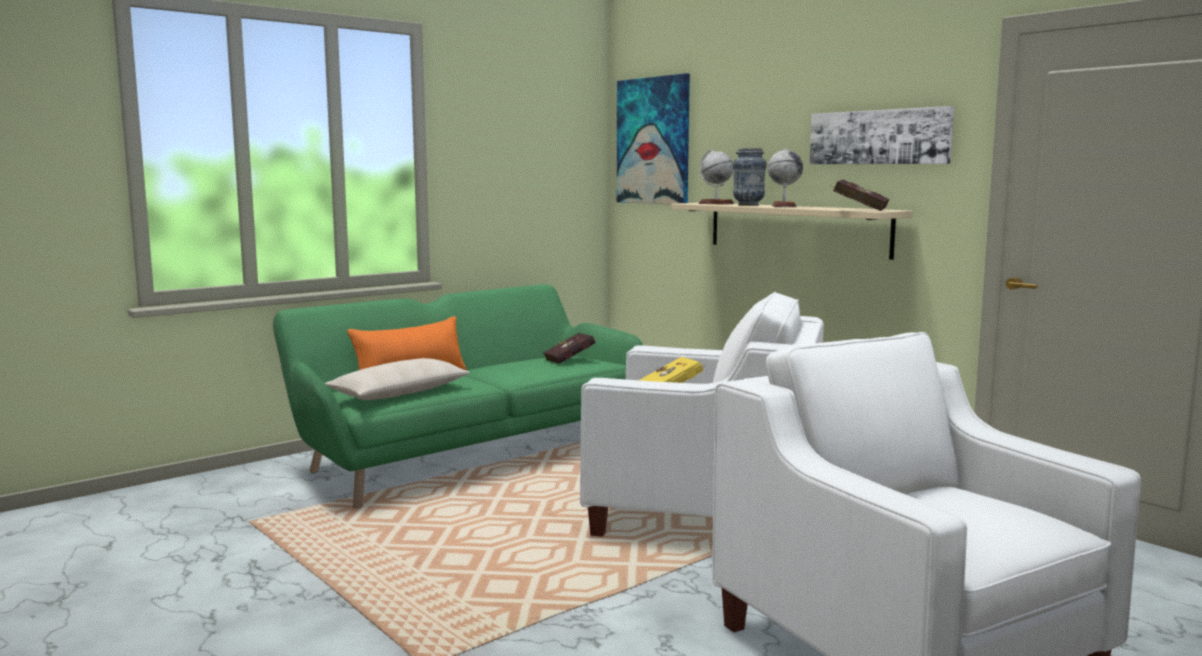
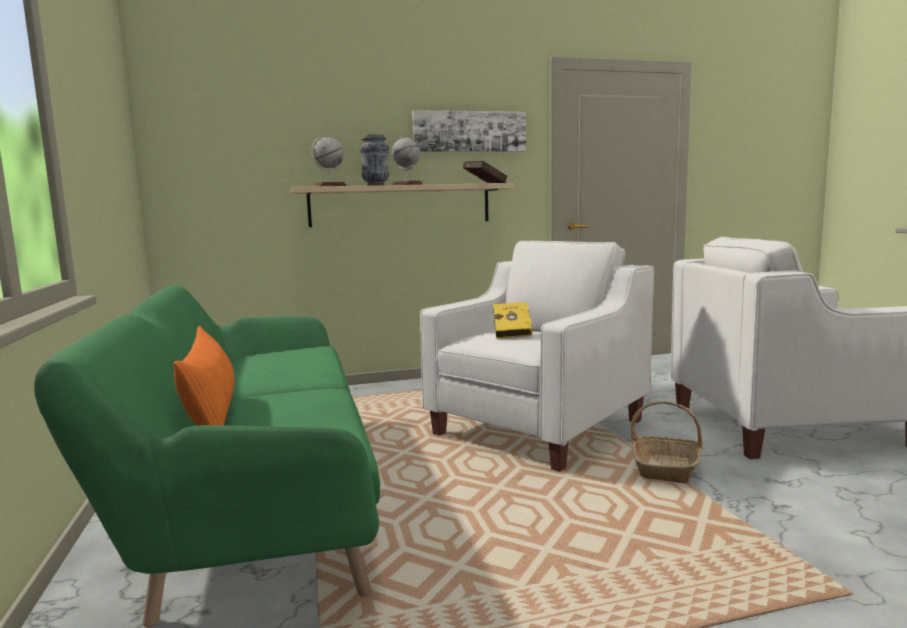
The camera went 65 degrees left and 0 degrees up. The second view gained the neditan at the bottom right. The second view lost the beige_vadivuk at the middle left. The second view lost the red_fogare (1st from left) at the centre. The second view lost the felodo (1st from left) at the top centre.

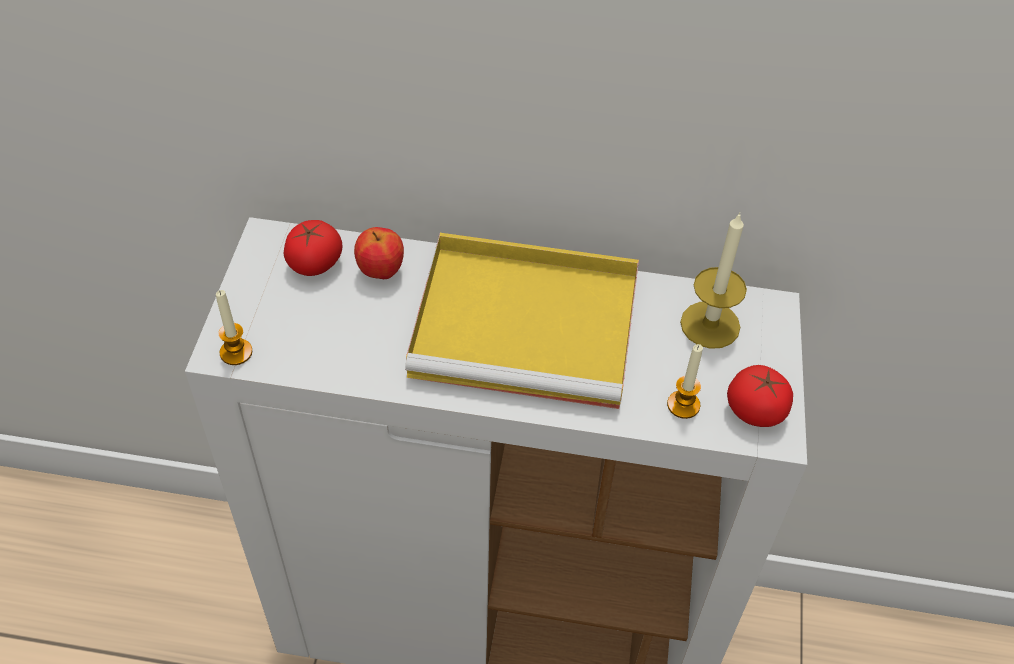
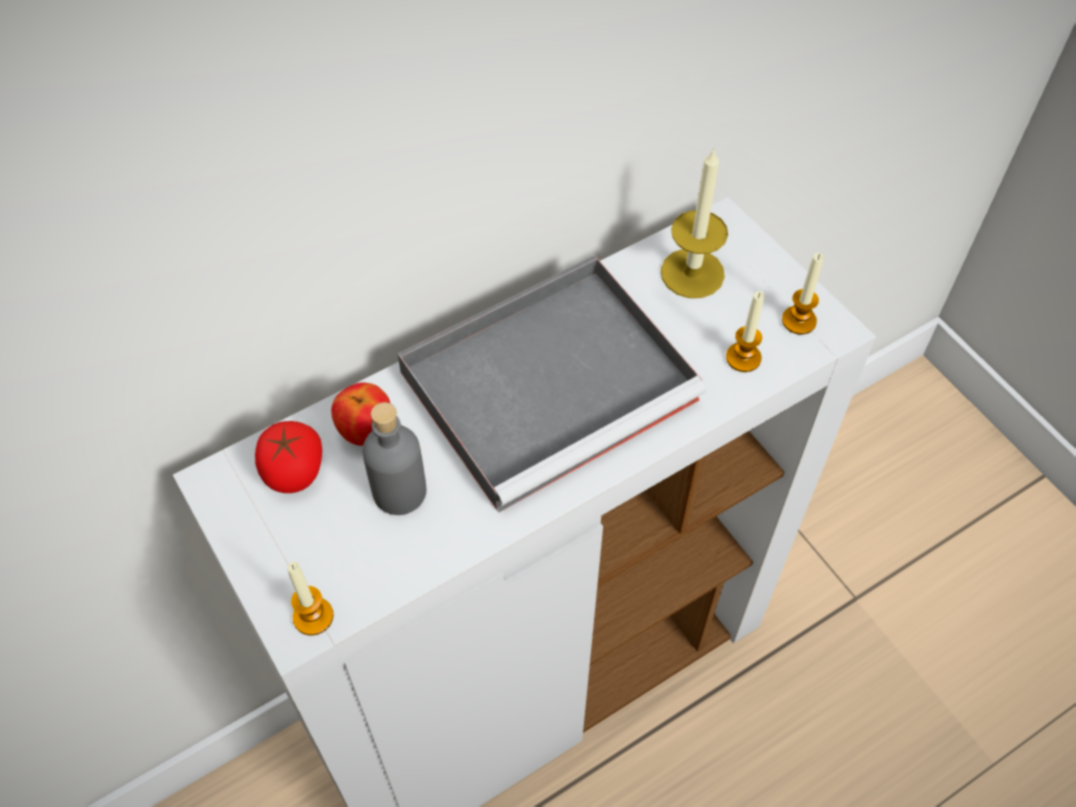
The camera went 40 degrees left and 5 degrees up. The second view gained the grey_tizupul at the centre. What was the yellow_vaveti at the centre turned into the grey_vaveti at the centre. Where the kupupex (2nd from left) stood at the middle right, the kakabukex (4th from left) came to stand at the middle right.

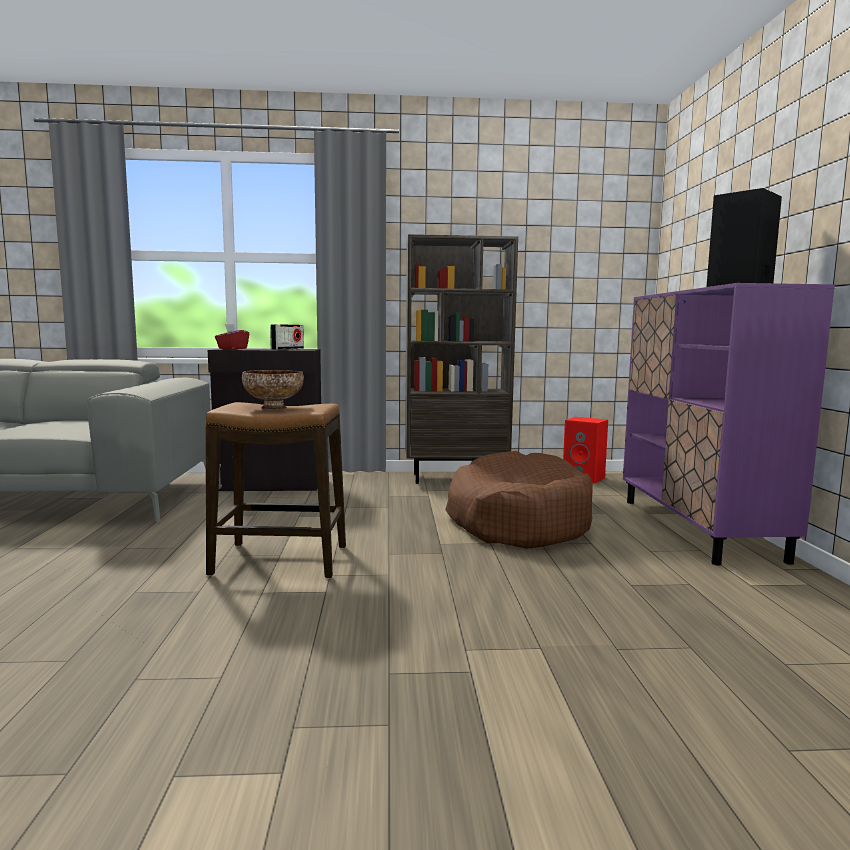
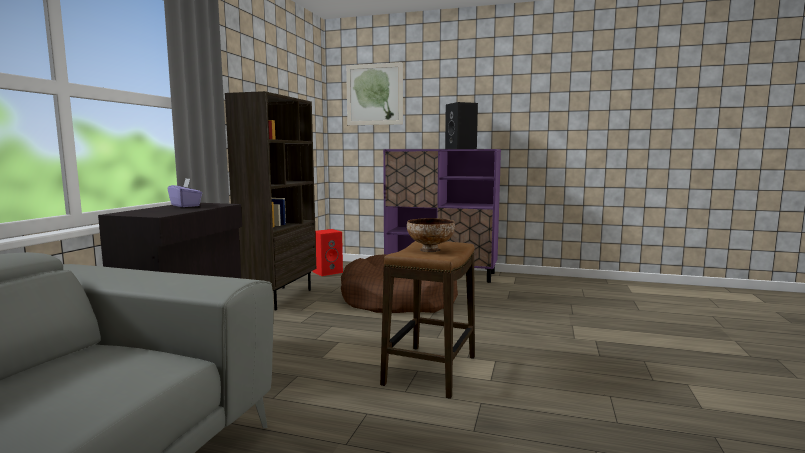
The camera went 70 degrees left and 0 degrees up. Where the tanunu stood at the centre, the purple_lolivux came to stand at the middle left. The second view gained the felodo at the top centre. The second view lost the red_lolivux at the middle left.

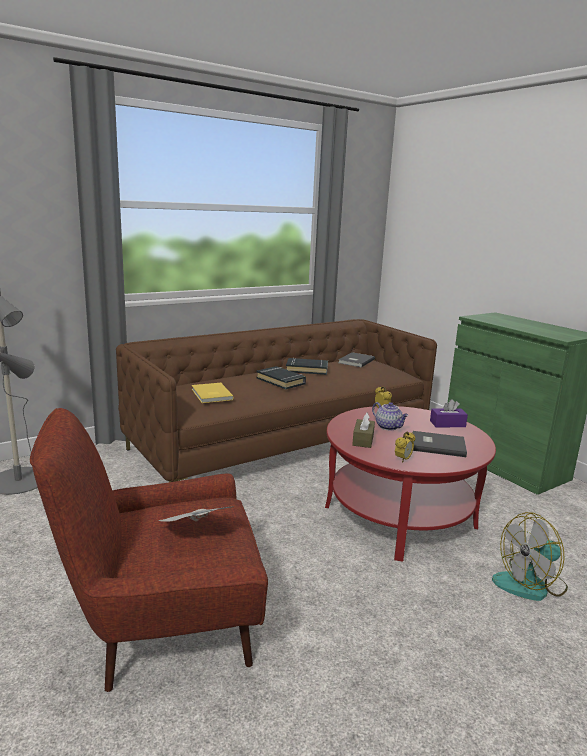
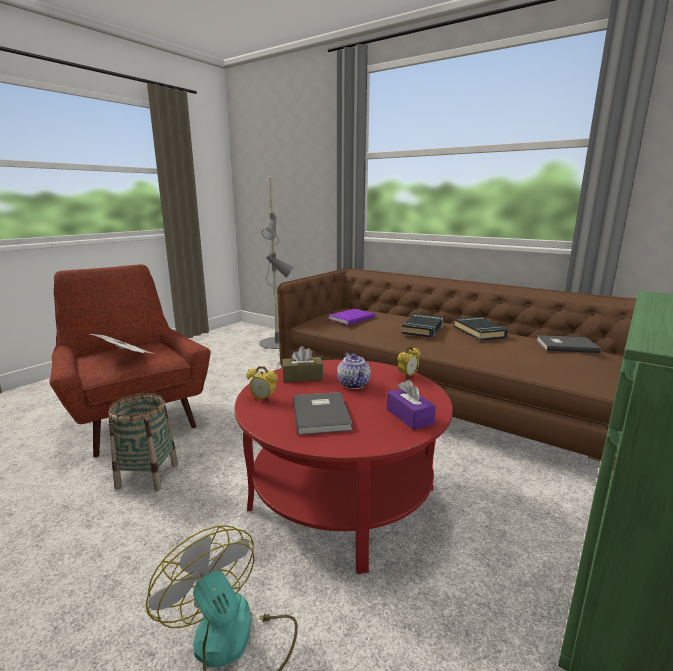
The camera went 70 degrees right and 0 degrees up. The second view gained the neditan at the middle left. What was the yellow_fogare at the centre turned into the purple_fogare at the centre. The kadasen at the centre ended up facing another way, 45 degrees counterclockwise from before.

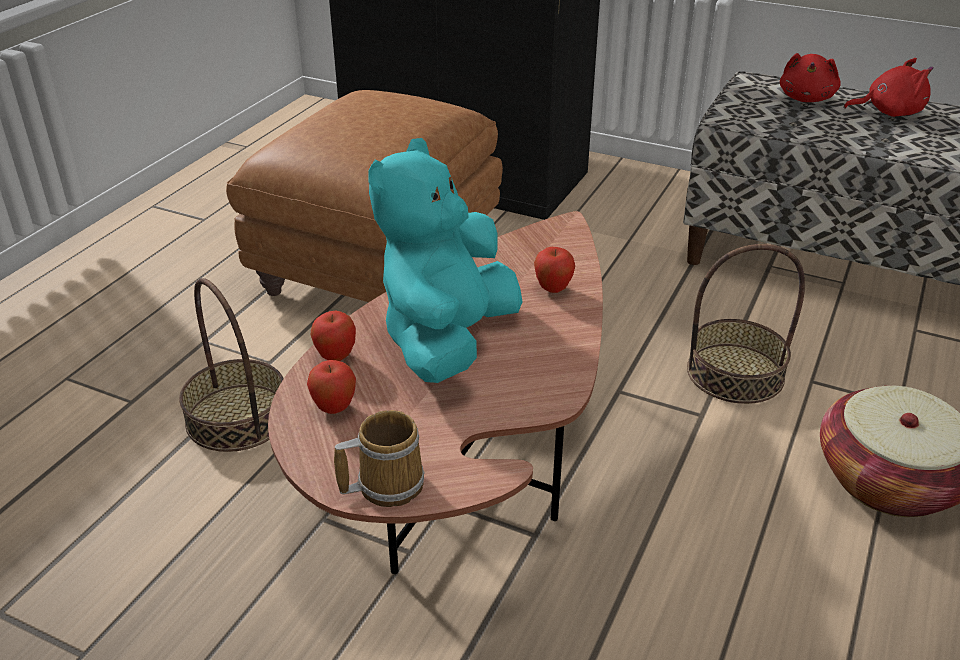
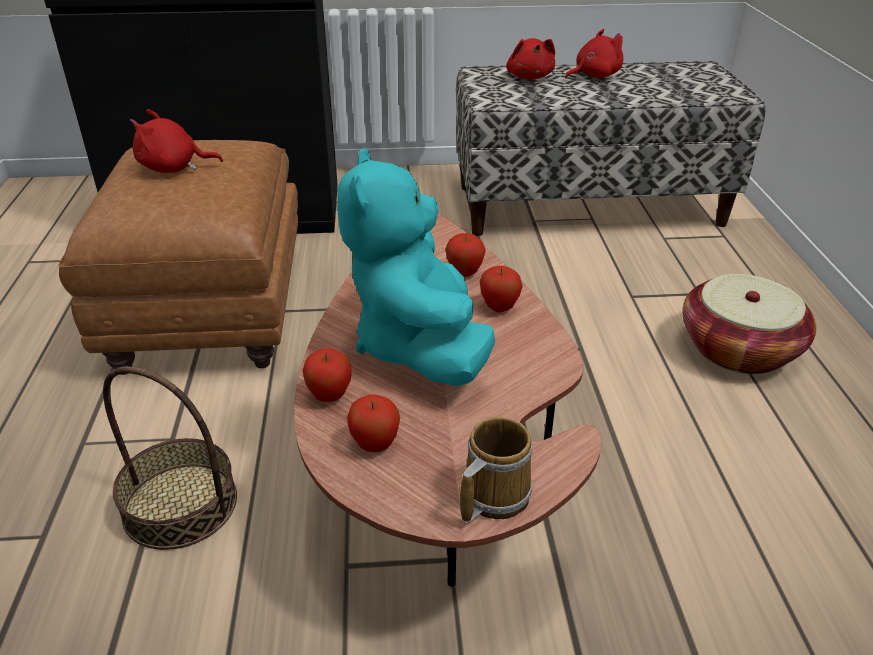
The camera went 30 degrees left and 0 degrees up. The second view gained the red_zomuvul (1st from left) at the top left. The second view gained the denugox (4th from left) at the centre. The second view lost the neditan (2nd from left) at the middle right.

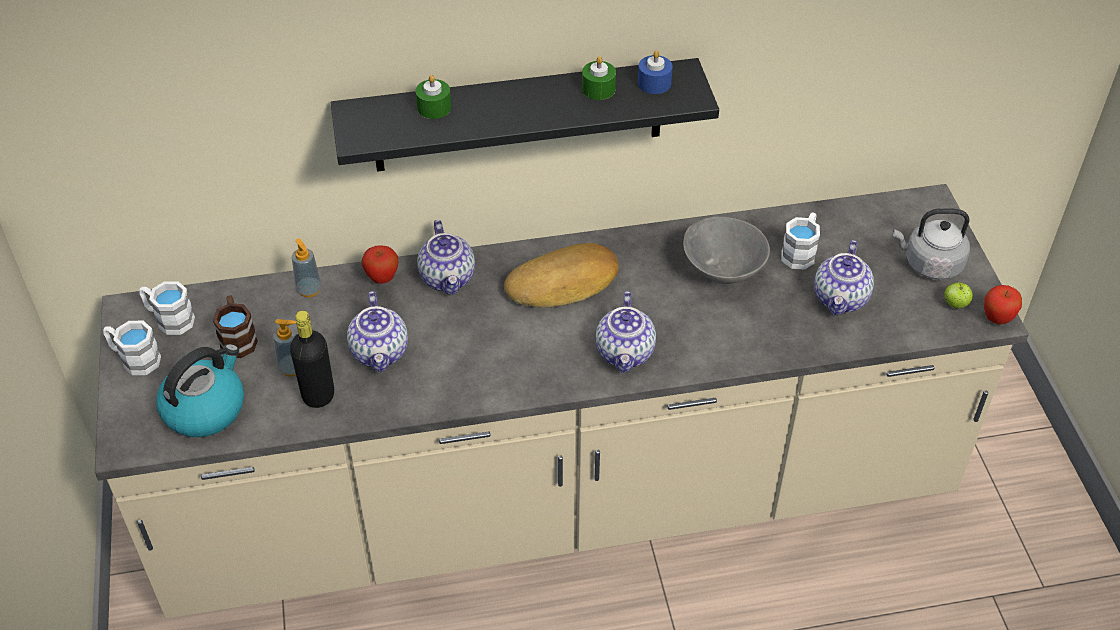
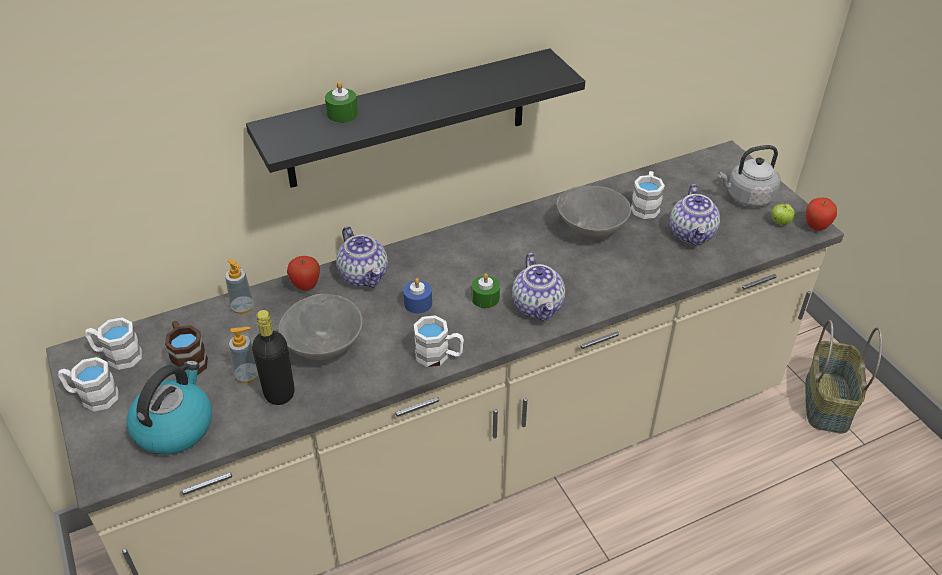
The camera went 15 degrees left and 5 degrees down. Where the kadasen (1st from left) stood at the centre, the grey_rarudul (1st from left) came to stand at the centre. The blue_kakabukex ended up elsewhere, having gone from the top centre to the centre. The second view gained the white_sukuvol (3rd from left) at the centre. The green_kakabukex (2nd from left) ended up elsewhere, having gone from the top centre to the centre. The second view gained the neditan at the middle right. The second view lost the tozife at the centre.

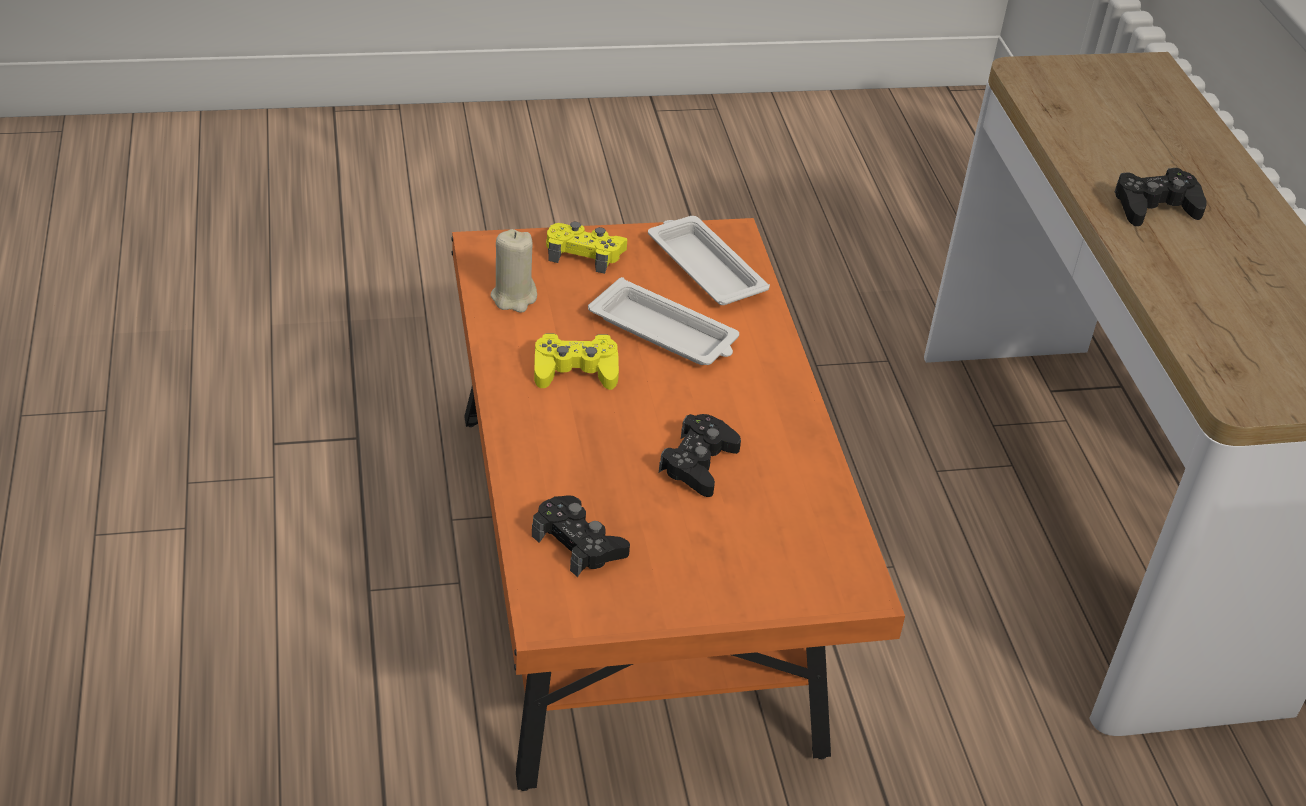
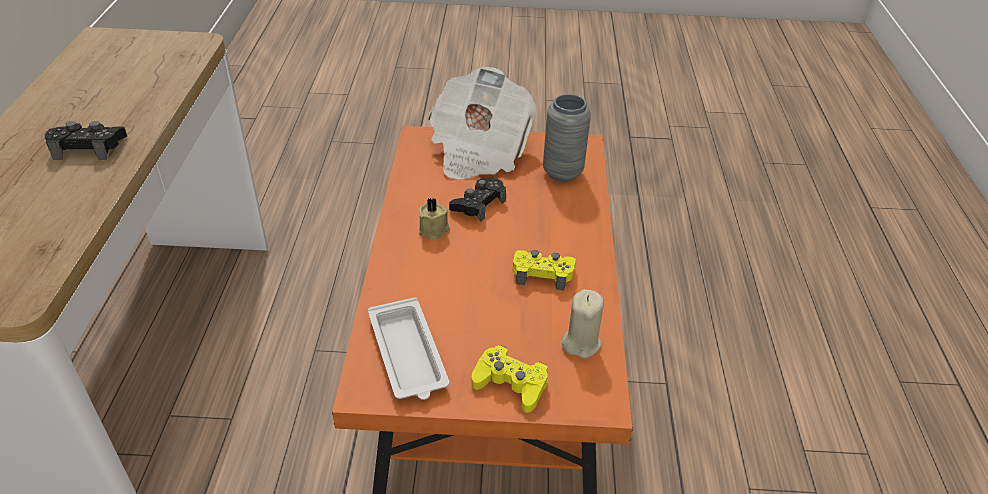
The camera went 165 degrees left and 0 degrees up. The second view gained the beige_kakabukex (1st from left) at the centre. The second view gained the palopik at the top centre. Where the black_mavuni (1st from left) stood at the centre, the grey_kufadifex came to stand at the top centre. The second view lost the white_vaveti (1st from left) at the centre.

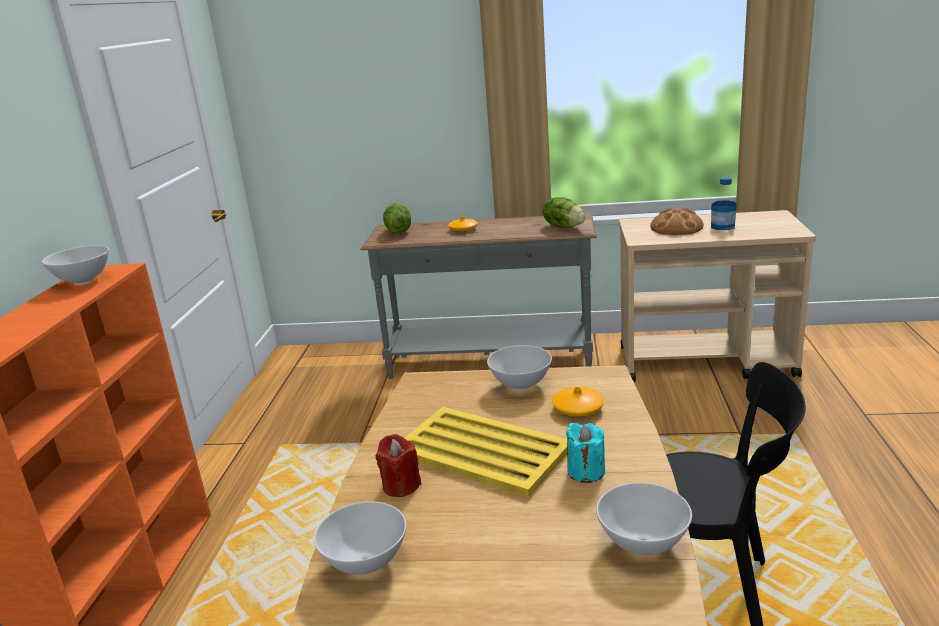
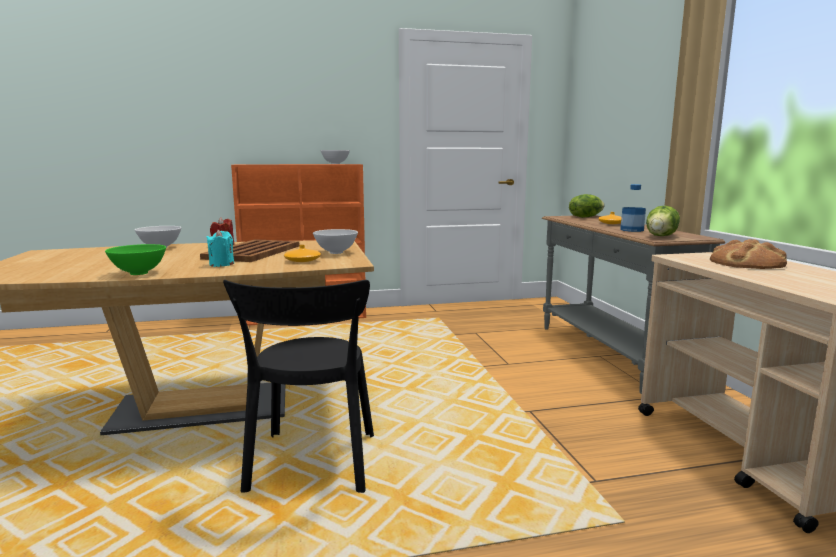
The camera went 70 degrees right and 10 degrees down. What was the white_rarudul (4th from left) at the bottom right turned into the green_rarudul at the middle left. What was the yellow_vaveti at the bottom centre turned into the brown_vaveti at the middle left. The tizupul ended up elsewhere, having gone from the top right to the middle right.

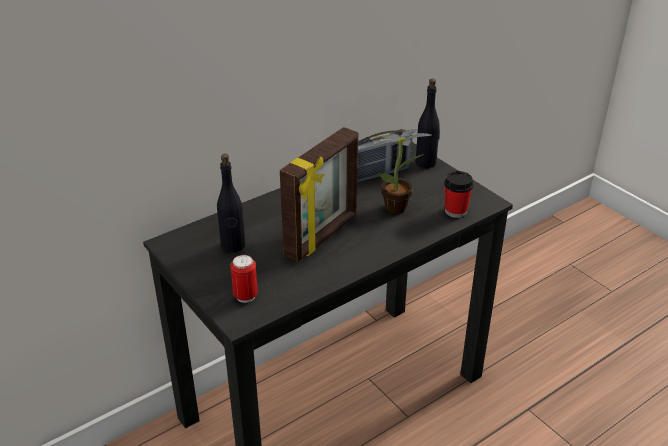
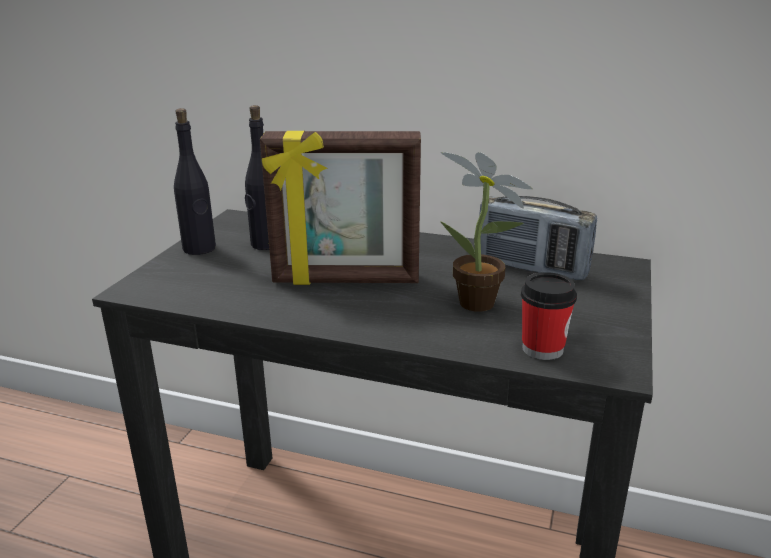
The camera went 55 degrees right and 10 degrees down. The black_tizupul (2nd from left in the first image) ended up elsewhere, having gone from the top centre to the top left. The second view lost the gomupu at the centre.

